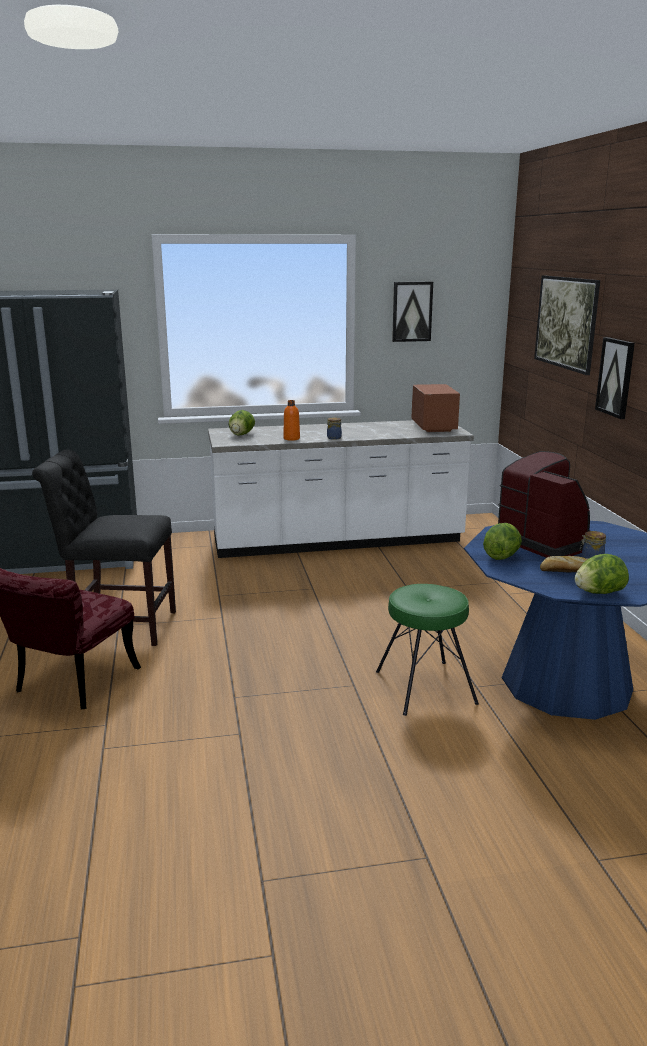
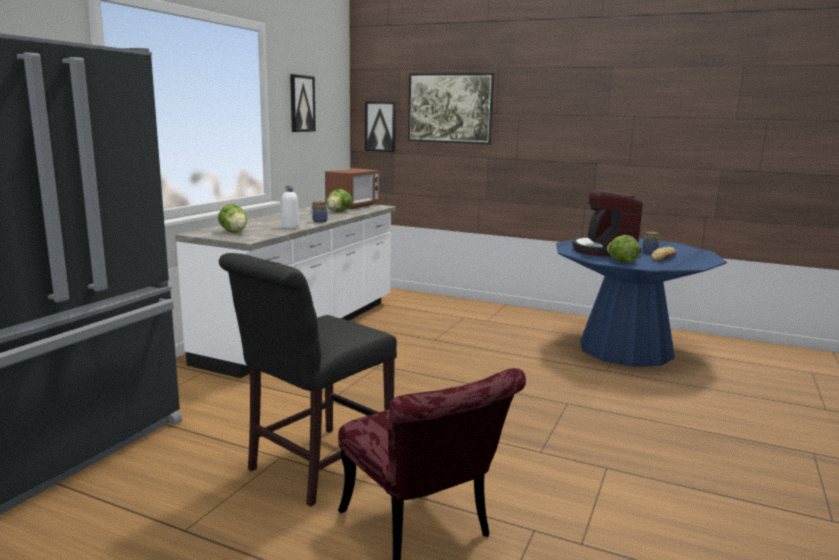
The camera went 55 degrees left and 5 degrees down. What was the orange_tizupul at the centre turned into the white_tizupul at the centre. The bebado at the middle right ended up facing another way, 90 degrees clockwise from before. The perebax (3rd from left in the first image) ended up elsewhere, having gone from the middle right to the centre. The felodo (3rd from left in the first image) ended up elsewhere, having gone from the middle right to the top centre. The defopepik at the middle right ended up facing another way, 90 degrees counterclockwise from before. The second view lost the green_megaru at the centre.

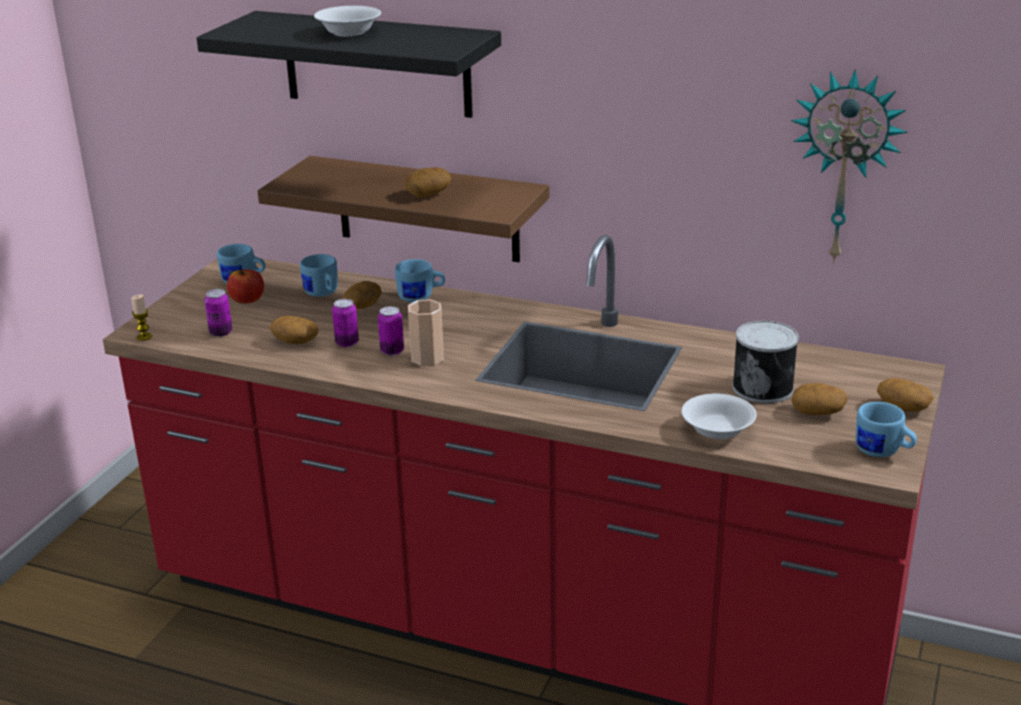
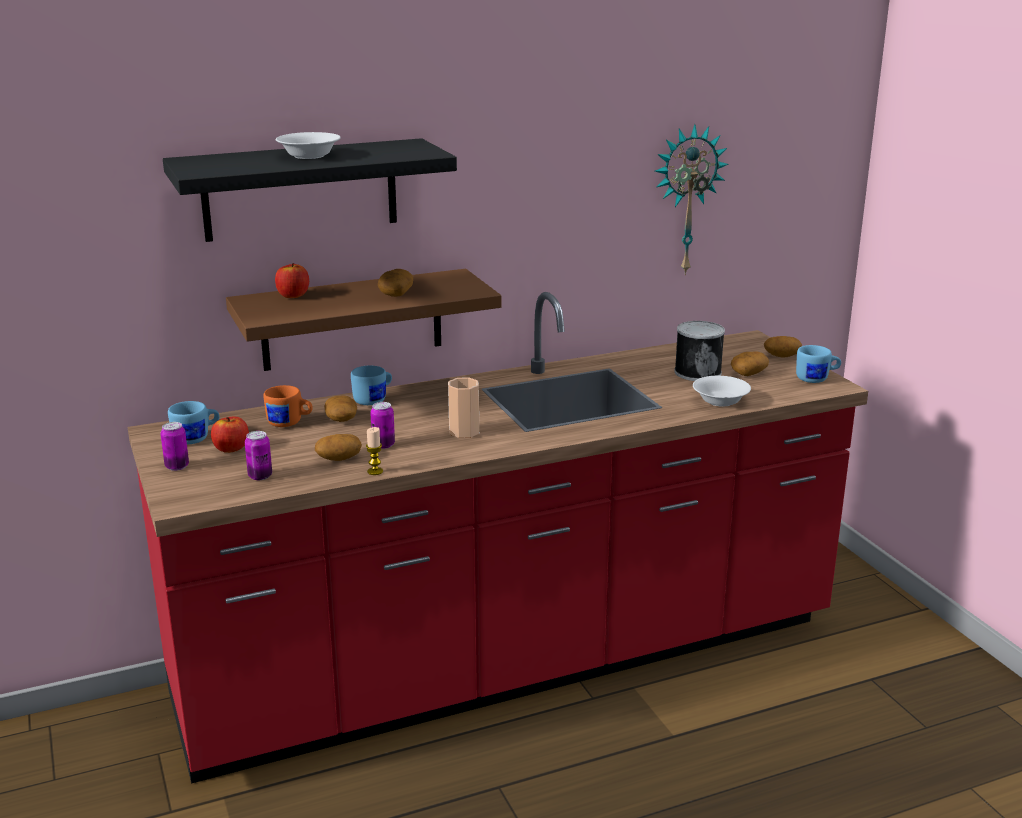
The camera went 45 degrees left and 5 degrees down. The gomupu (3rd from left in the first image) ended up elsewhere, having gone from the centre to the middle left. What was the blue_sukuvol (2nd from left) at the middle left turned into the orange_sukuvol at the middle left. The second view gained the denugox (2nd from left) at the middle left. The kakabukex ended up elsewhere, having gone from the middle left to the centre.

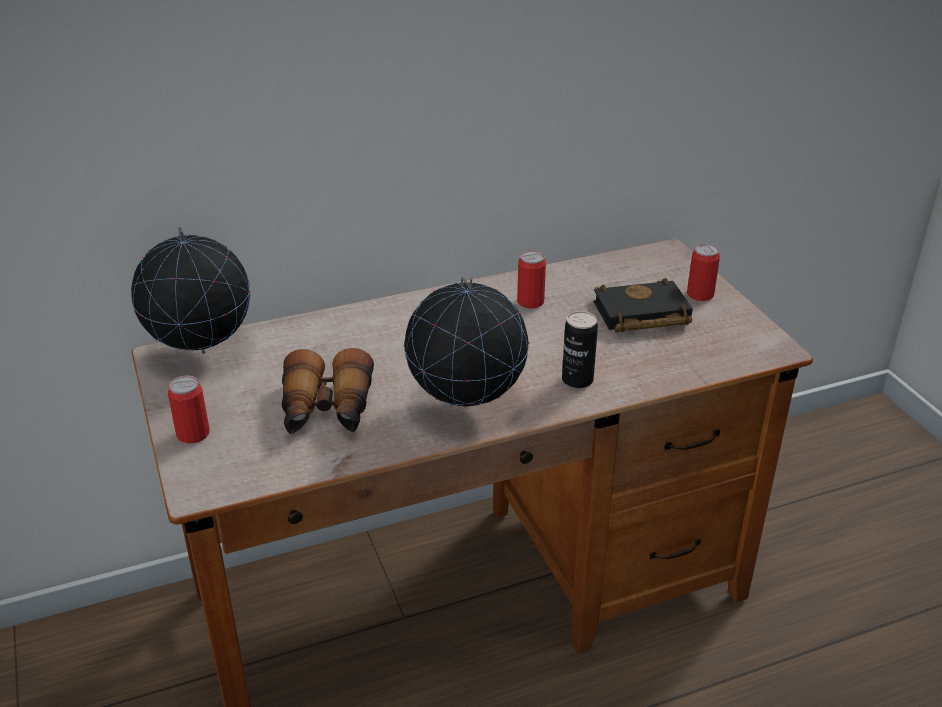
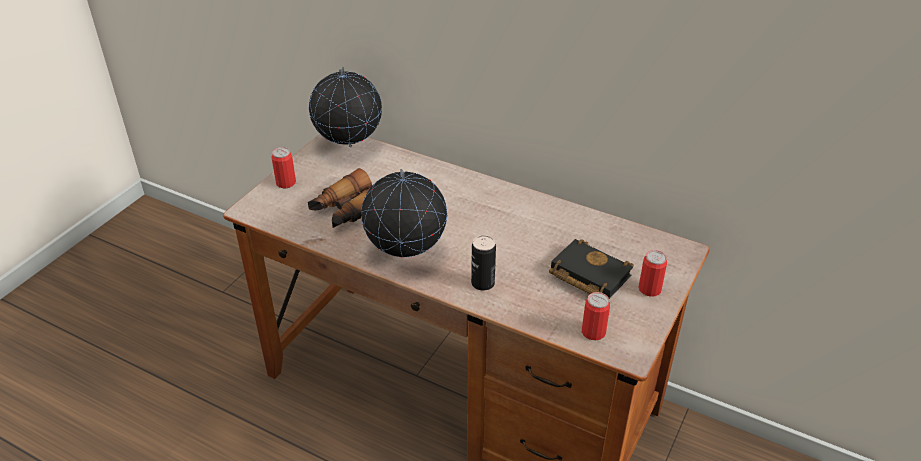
The camera went 50 degrees right and 5 degrees up. The gomupu (2nd from left in the first image) ended up elsewhere, having gone from the centre to the bottom centre.

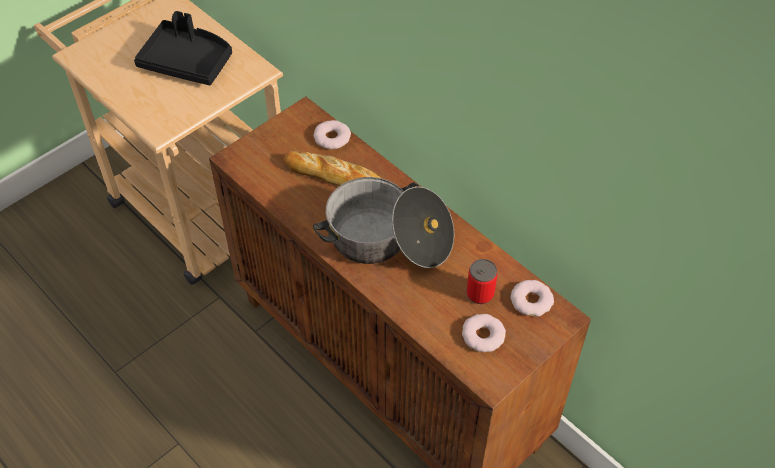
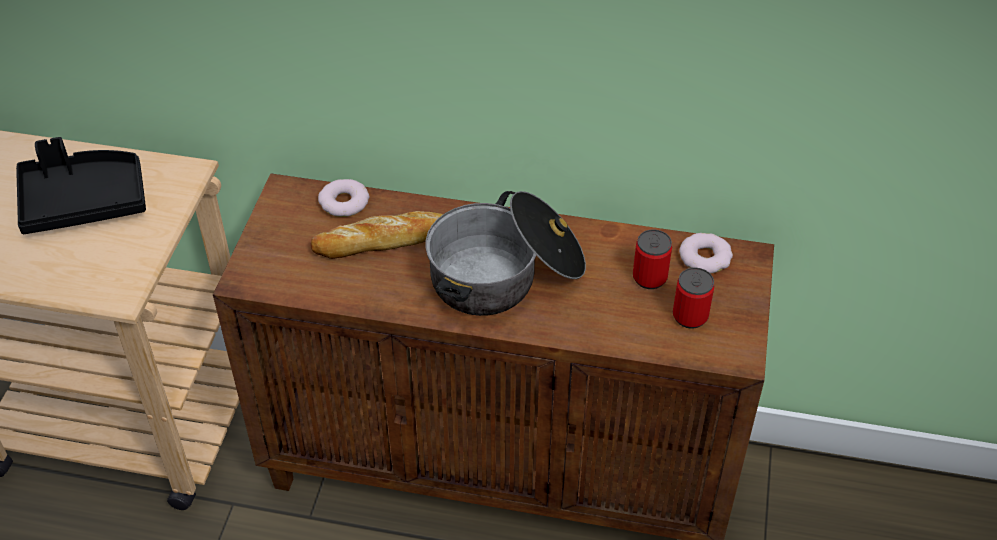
The camera went 35 degrees left and 5 degrees down. Where the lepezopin (2nd from left) stood at the bottom centre, the gomupu (2nd from left) came to stand at the middle right.

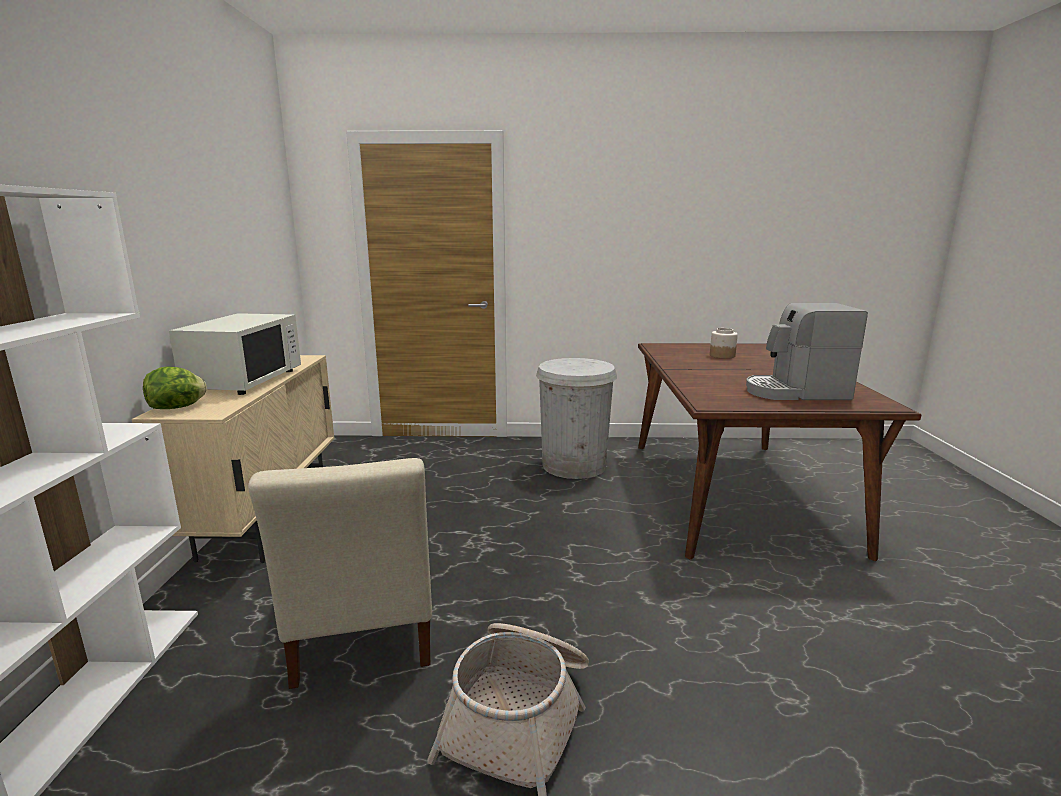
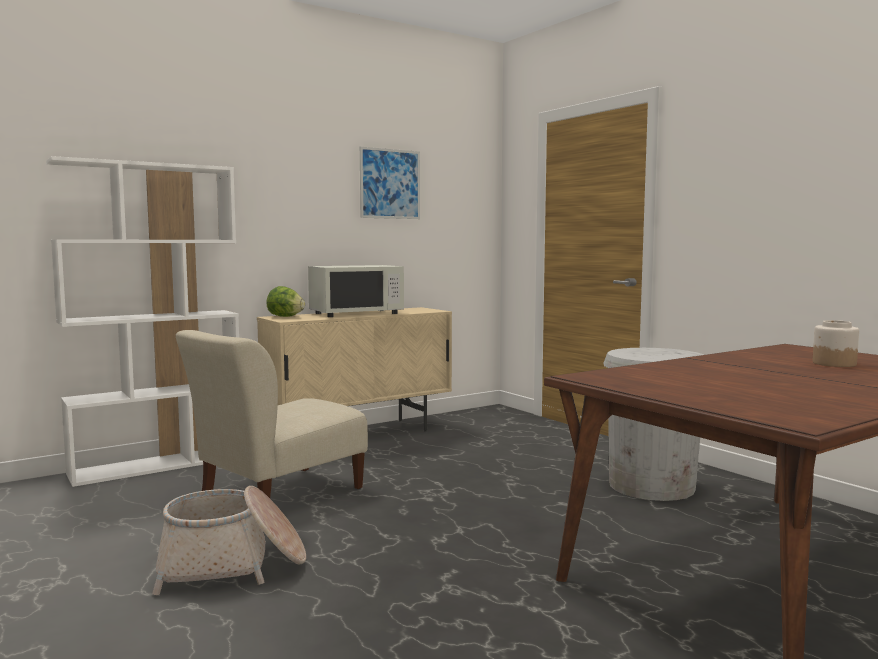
The camera went 55 degrees right and 10 degrees down. The second view gained the felodo at the top centre. The second view lost the defopepik at the middle right.

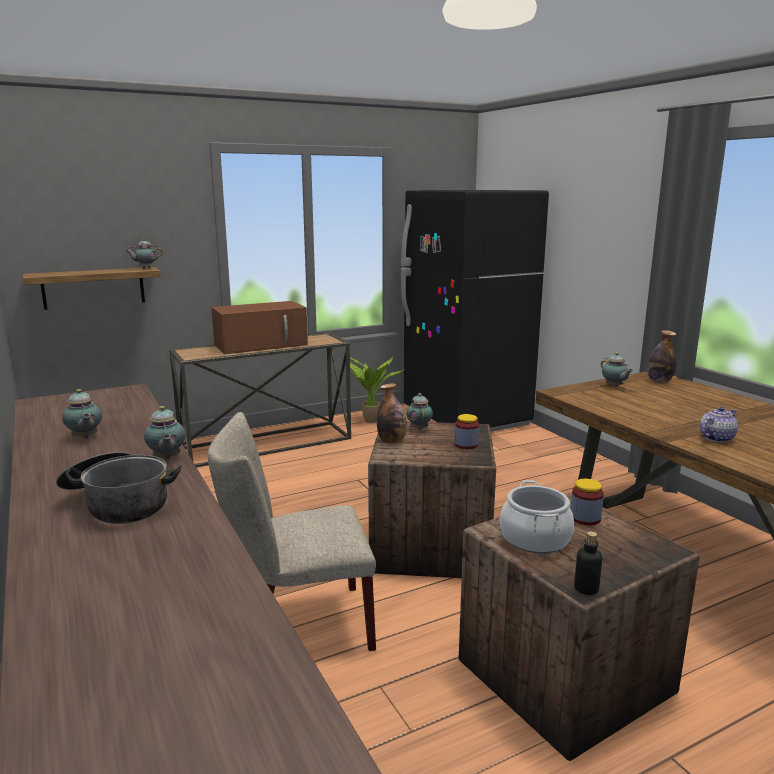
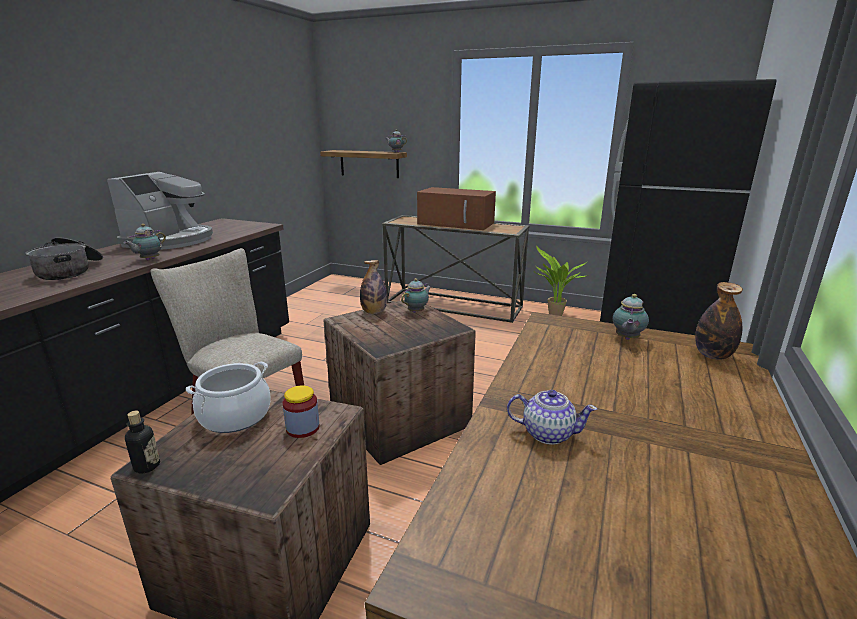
The camera went 50 degrees right and 5 degrees up. Where the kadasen (1st from left) stood at the middle left, the defopepik came to stand at the middle left. The second view lost the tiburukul (1st from left) at the centre.

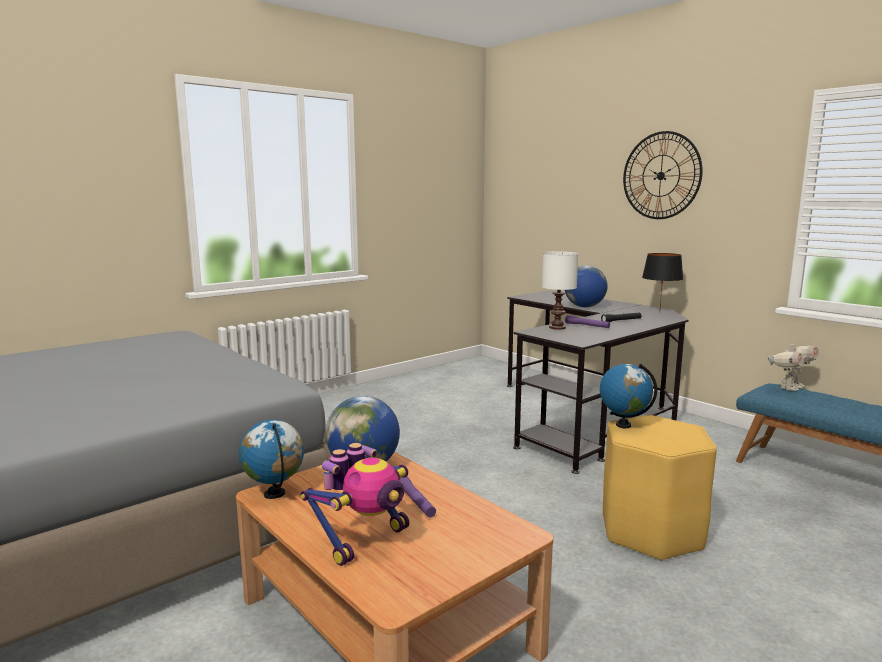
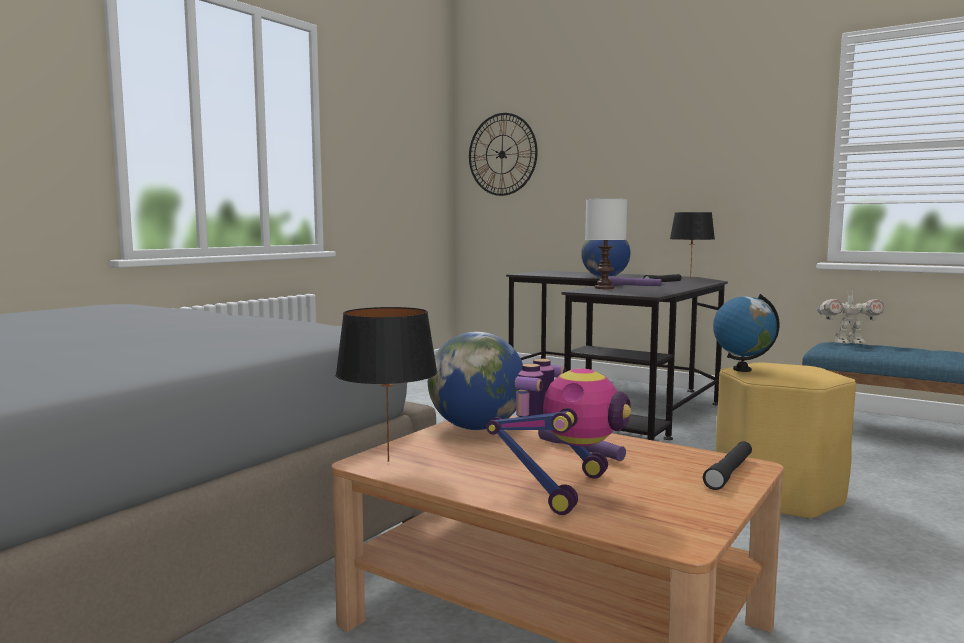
The camera went 15 degrees left and 5 degrees down. Where the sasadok (1st from left) stood at the bottom left, the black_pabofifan (1st from left) came to stand at the centre. The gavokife ended up elsewhere, having gone from the top right to the top centre. The second view gained the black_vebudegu (2nd from left) at the bottom right. The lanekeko (2nd from left) at the middle right ended up facing another way, 60 degrees clockwise from before.

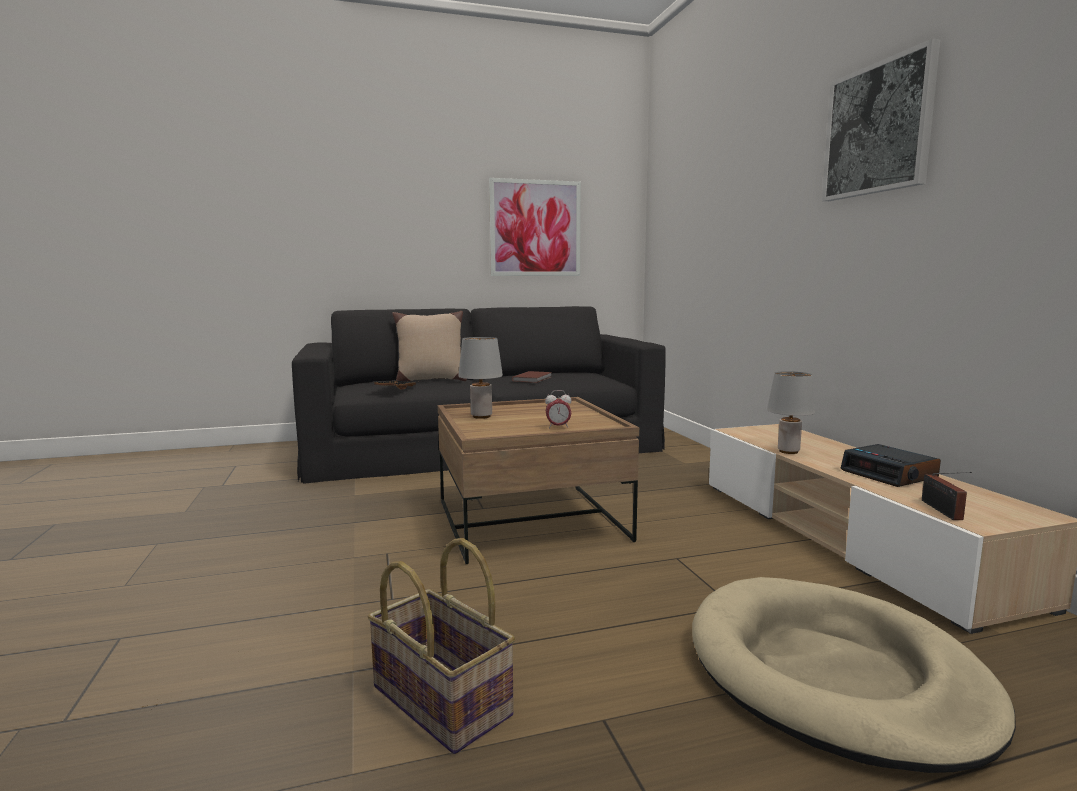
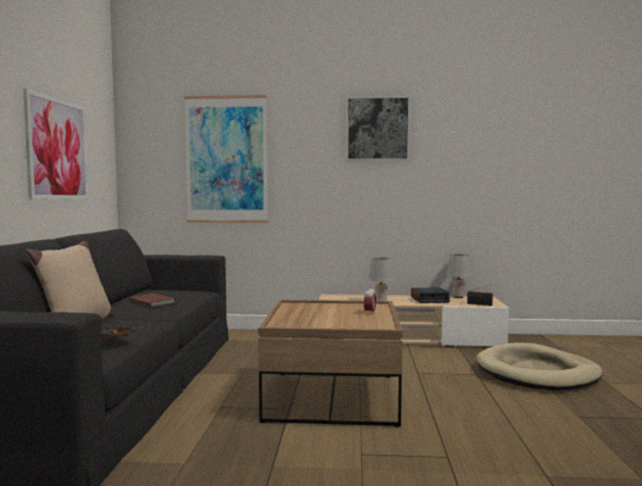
The camera went 70 degrees left and 5 degrees down. The second view gained the felodo (2nd from left) at the top centre. The grey_pabofifan (1st from left in the first image) ended up elsewhere, having gone from the centre to the middle right. The second view lost the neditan at the bottom centre.

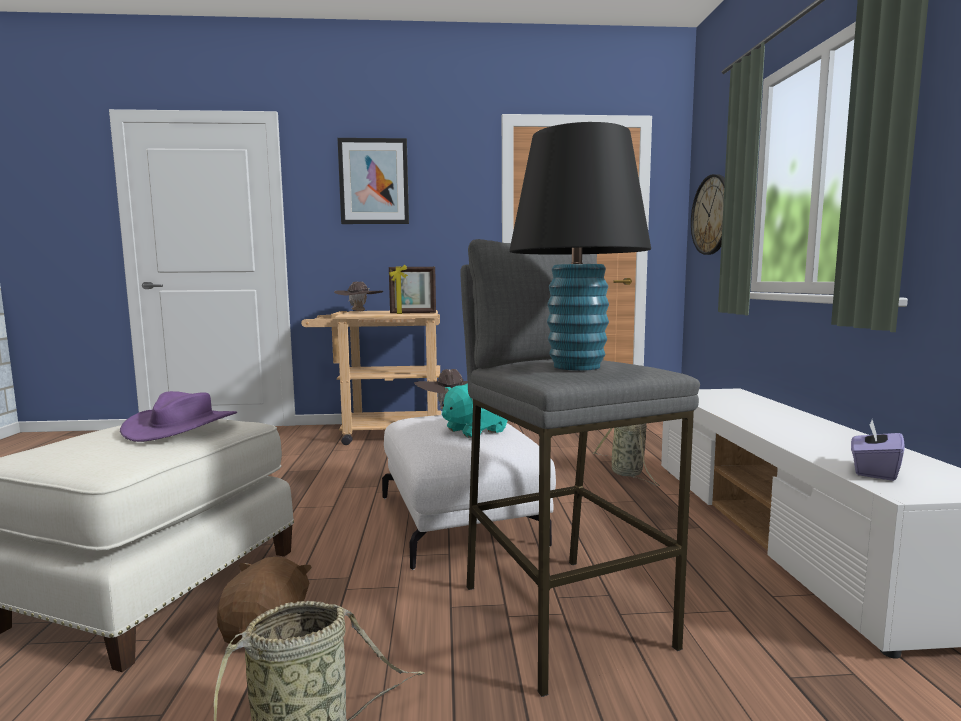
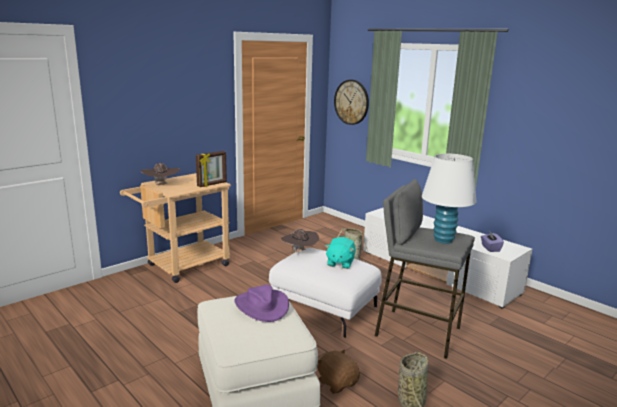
The camera went 40 degrees left and 10 degrees up. What was the black_pabofifan at the centre turned into the white_pabofifan at the middle right. The second view lost the felodo at the top centre.

